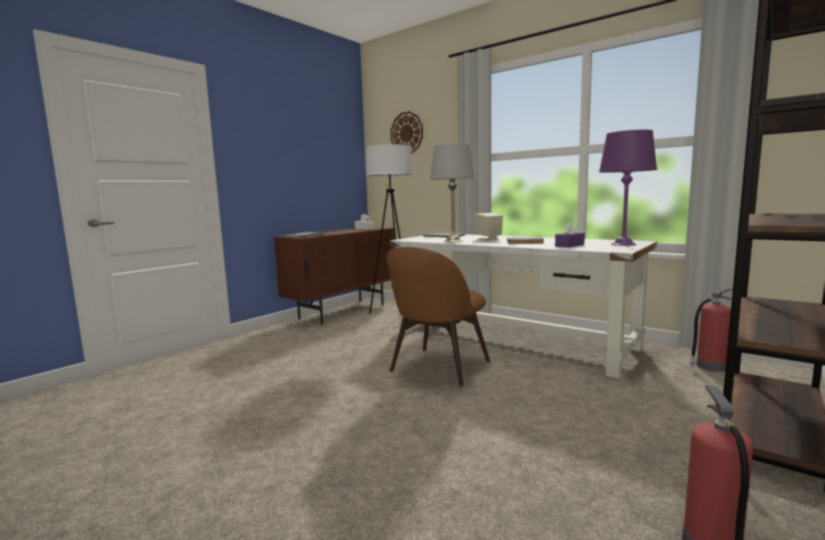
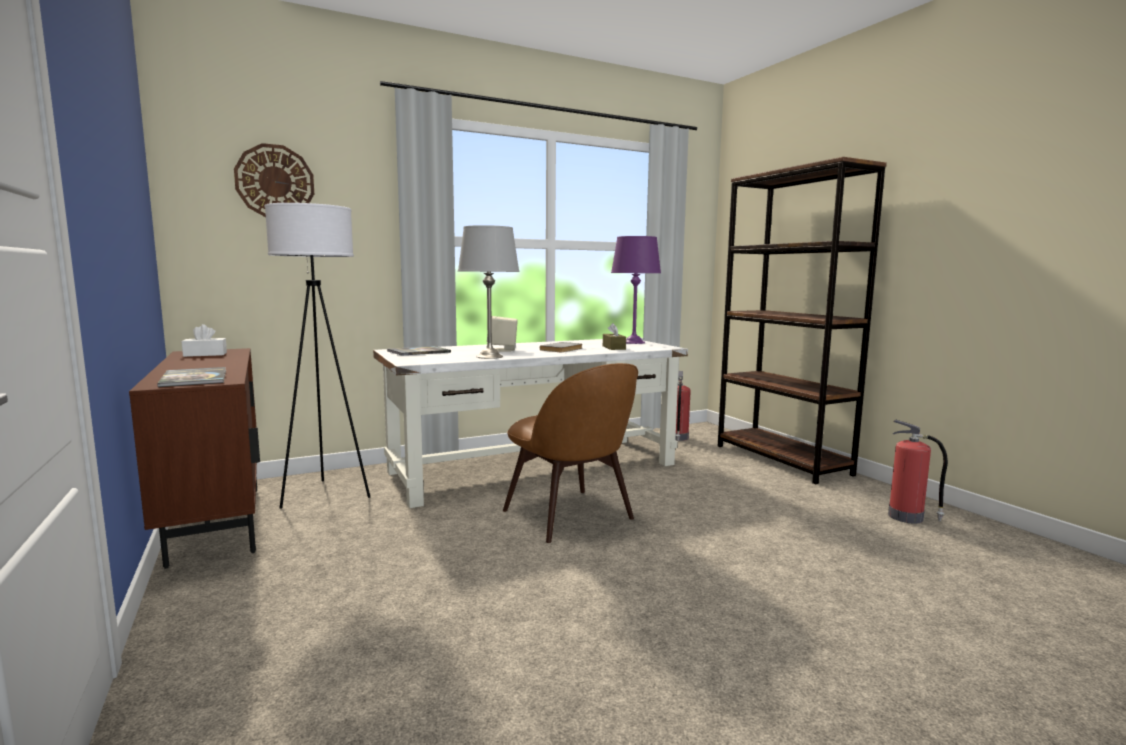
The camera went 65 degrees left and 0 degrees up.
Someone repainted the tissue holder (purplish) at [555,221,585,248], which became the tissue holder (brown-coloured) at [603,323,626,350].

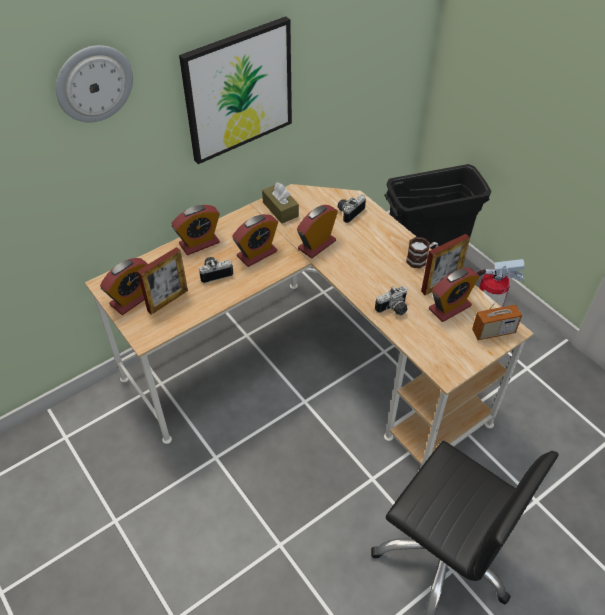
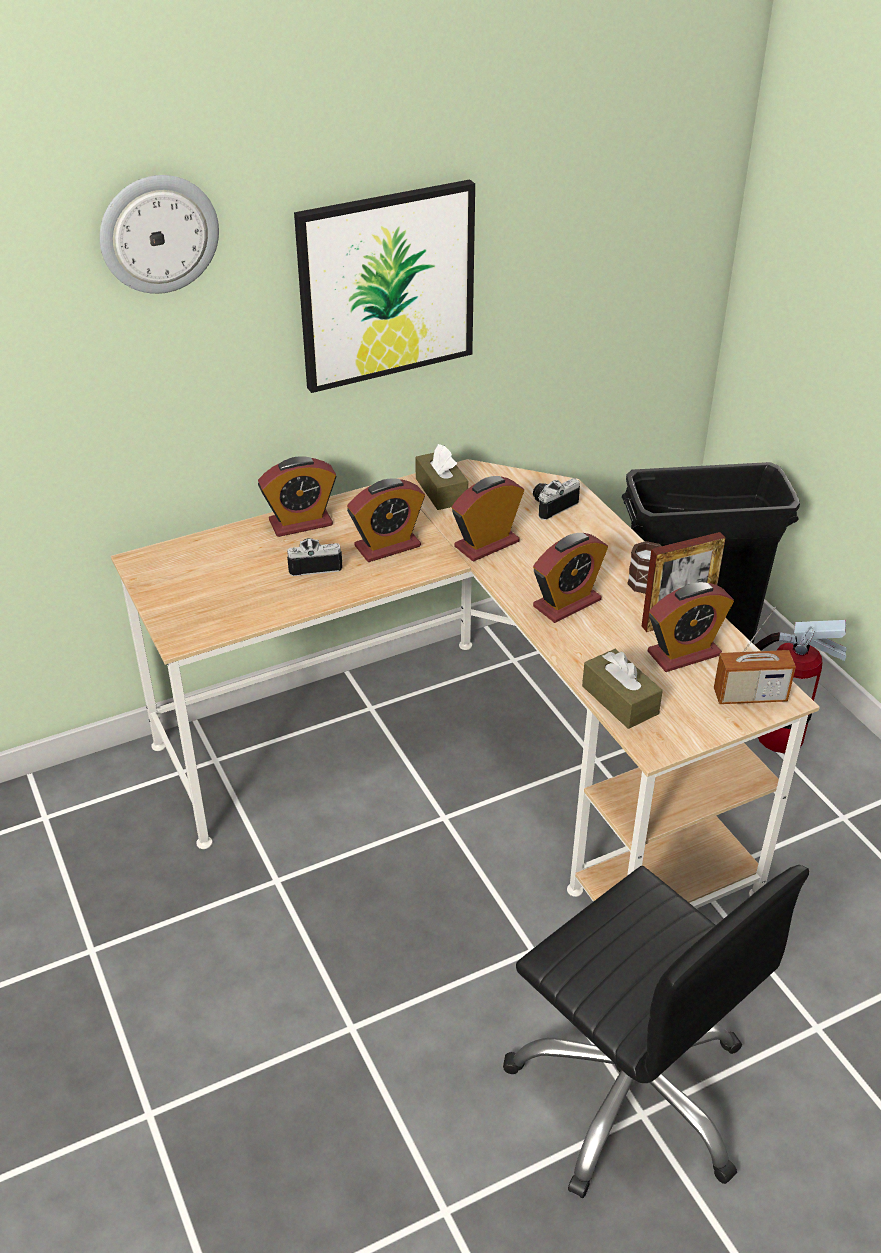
The camera went 10 degrees right and 10 degrees down.
Someone took away the standing frame at [137,247,188,315].
Someone took away the photo camera at [375,286,408,315].
Someone put down the tissue holder (brown-coloured) at [582,649,663,729].
Someone carried the bedside clock from [100,258,148,315] to [533,533,608,623].

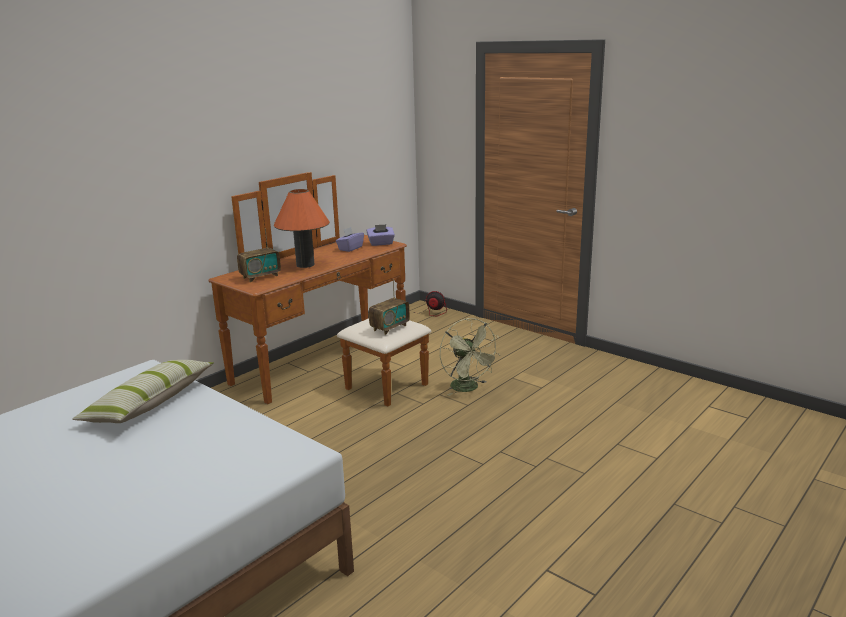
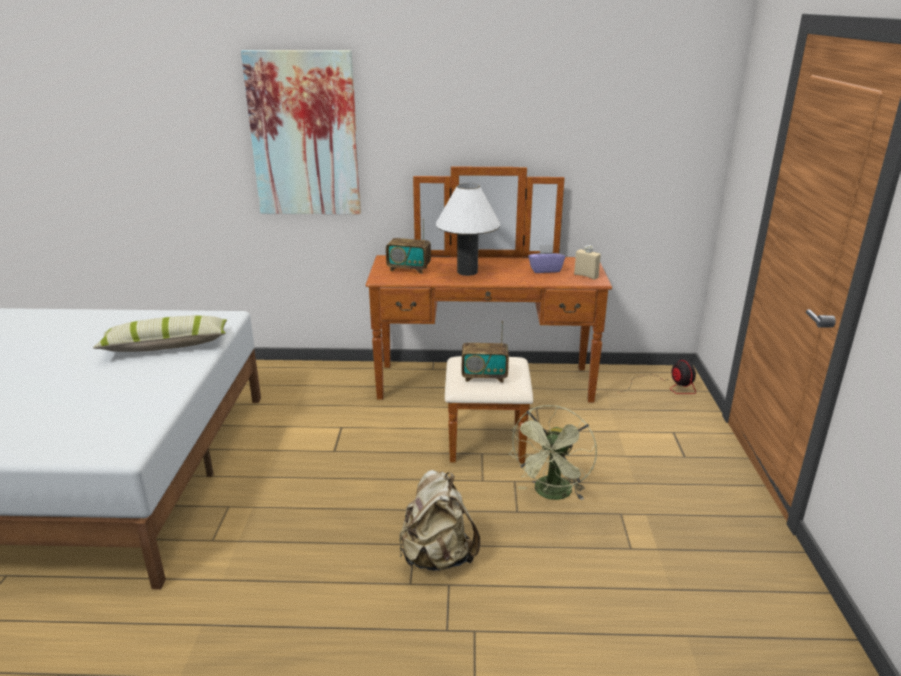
The camera went 50 degrees right and 5 degrees up.
Someone put up the wall art at [241,50,361,214].
Someone put down the rucksack (beige) at [399,470,480,571].
Someone swapped the tissue holder (purplish) at [367,224,395,246] for the drink bottle (beige) at [574,245,601,280].
Someone repainted the tabletop lamp (orange) at [274,189,330,268], which became the tabletop lamp (whitish) at [436,183,500,276].

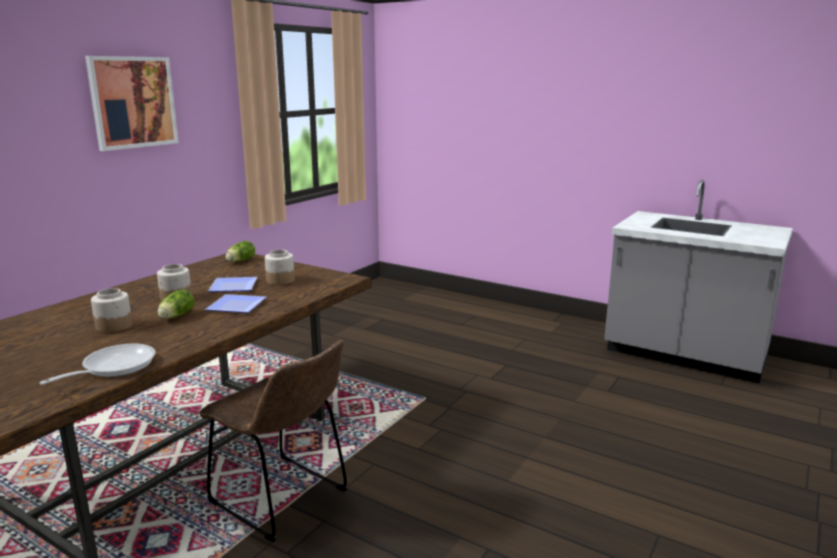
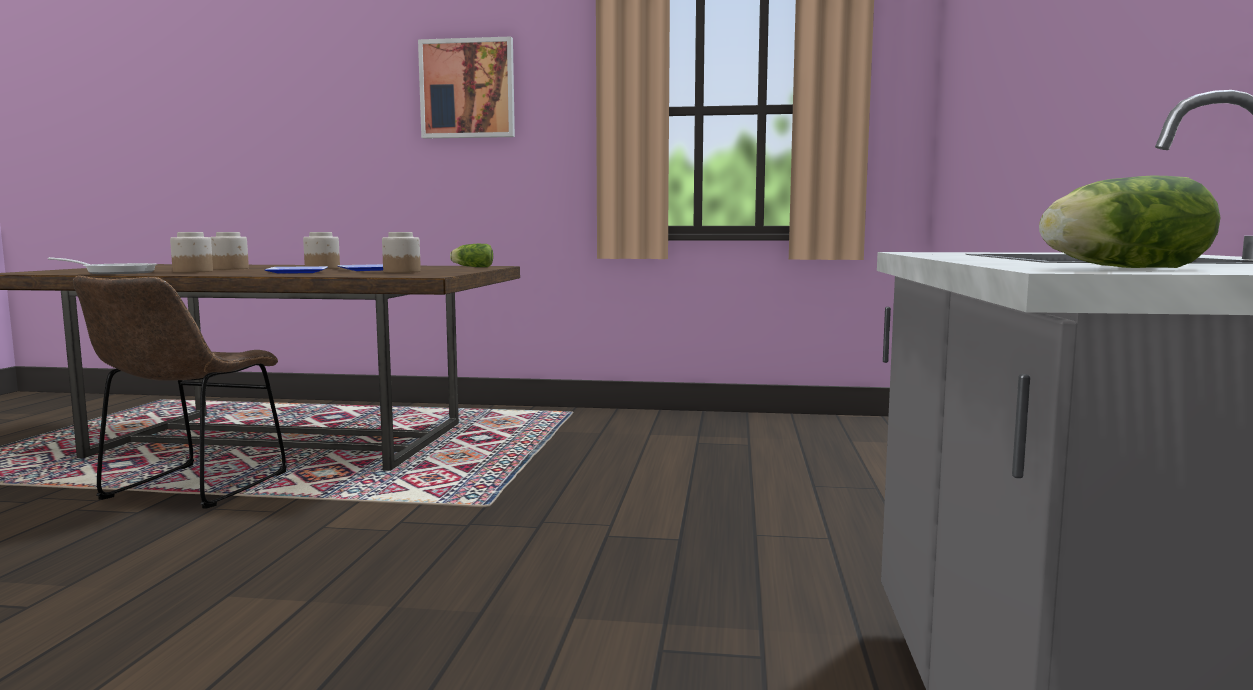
The camera went 65 degrees right and 10 degrees down.
Someone put down the preserve jar at [170,232,213,273].
Someone carried the lettuce head from [158,289,195,319] to [1039,175,1221,268].

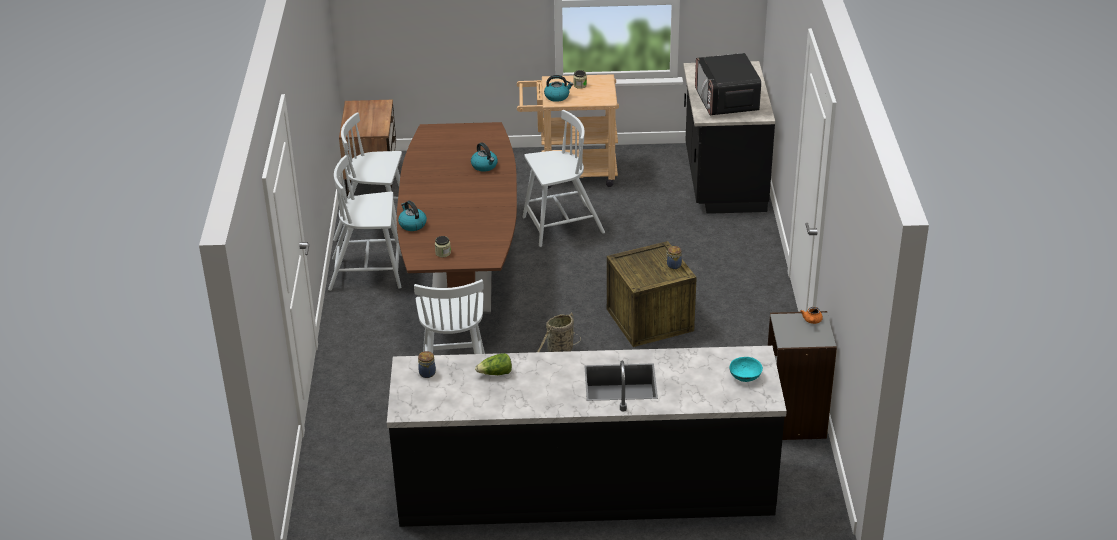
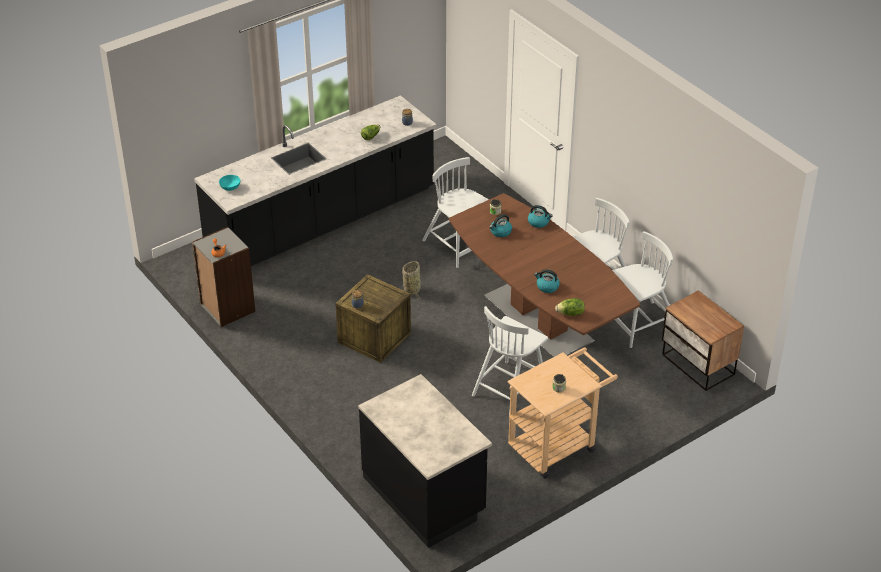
The camera went 145 degrees right and 5 degrees up.
Someone took away the kitchen microwave at [695,53,761,115].
Someone put down the lettuce head at [555,298,585,316].
Someone carried the tea kettle from [544,75,573,102] to [489,214,512,237].

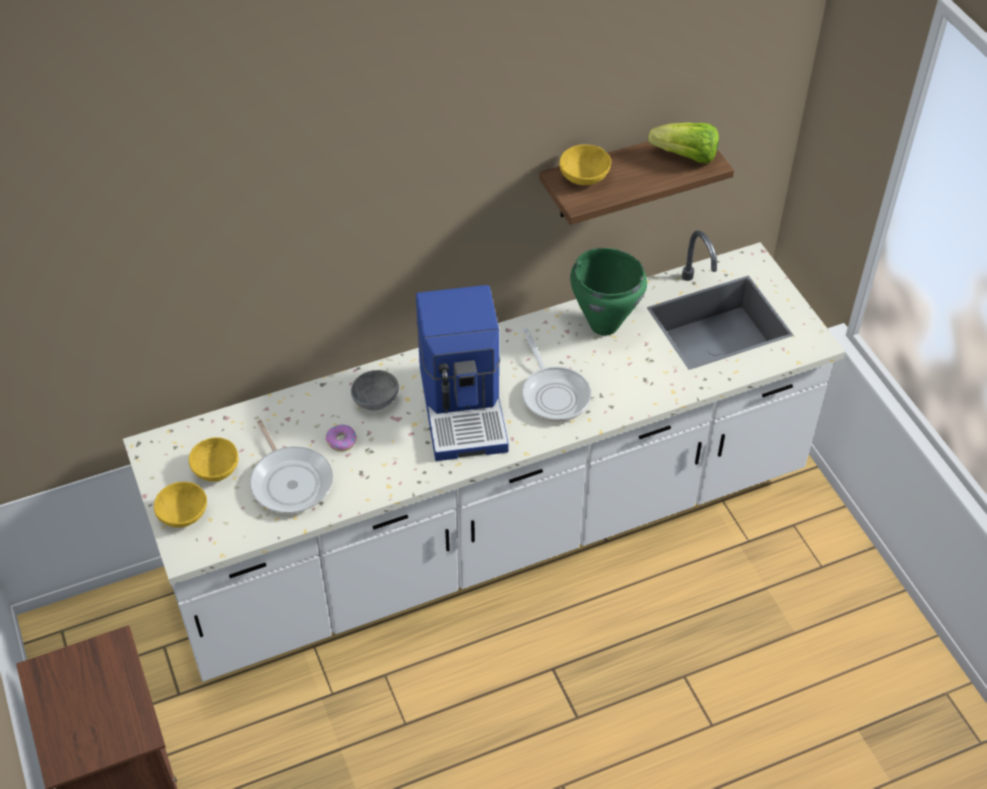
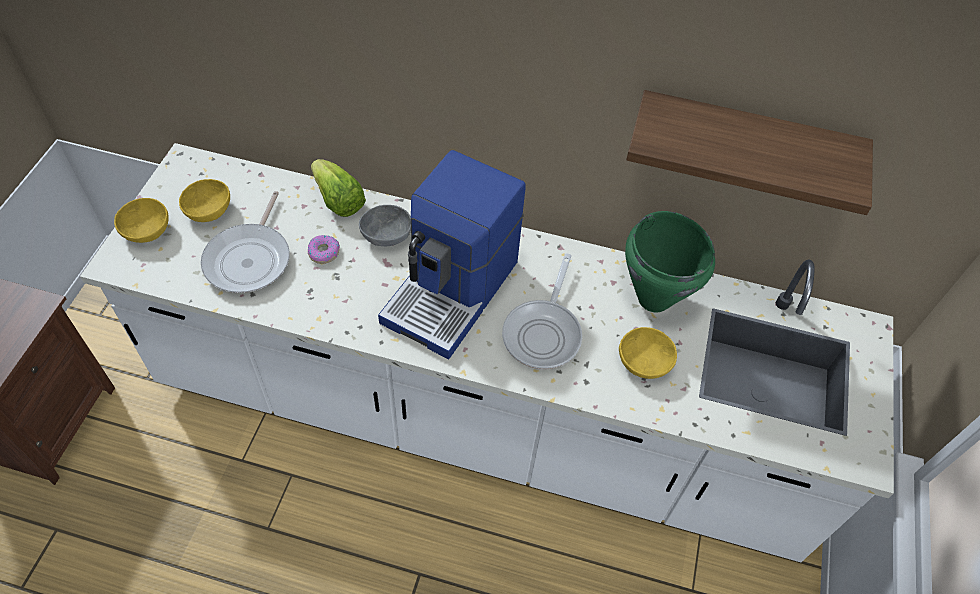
The camera went 35 degrees right and 5 degrees up.
Someone carried the serving bowl (yellow-coloured) from [559,144,611,185] to [619,327,677,379].
Someone carried the lettuce head from [648,123,719,163] to [311,159,366,217].

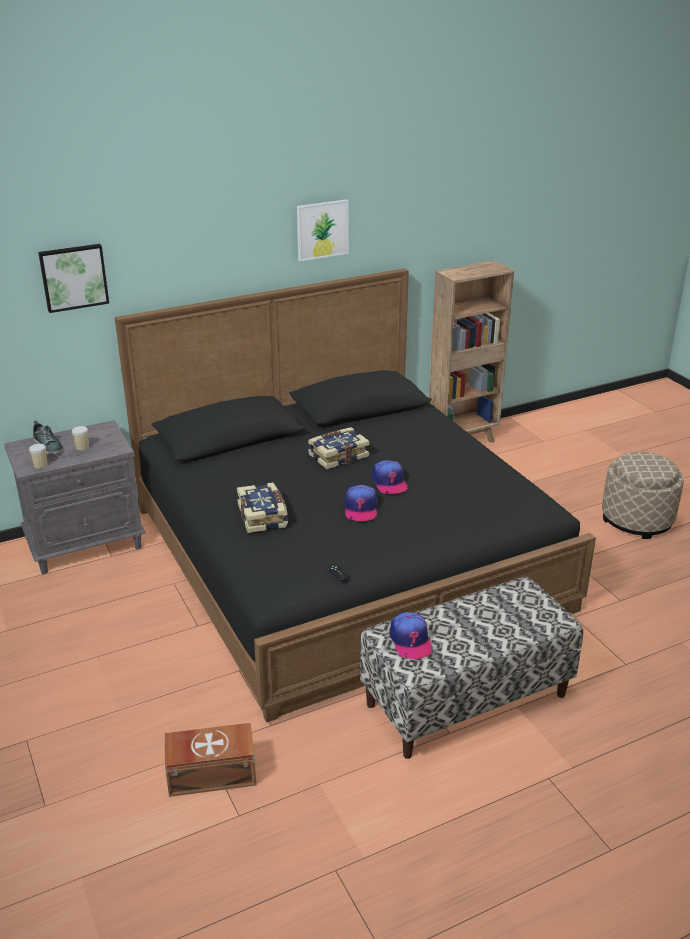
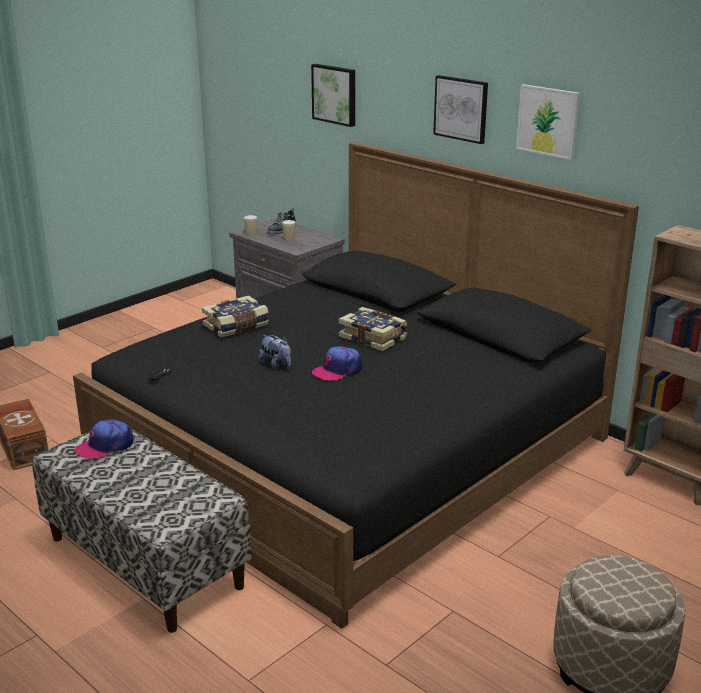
The camera went 70 degrees right and 5 degrees down.
Someone put up the wall art at [433,75,488,144].
Someone swapped the peaked cap at [345,485,378,521] for the plush toy at [259,335,291,369].

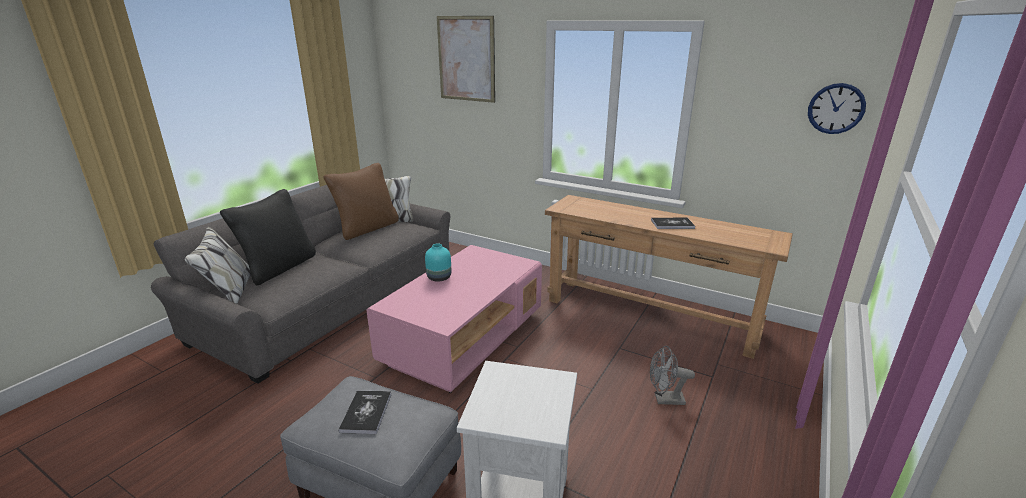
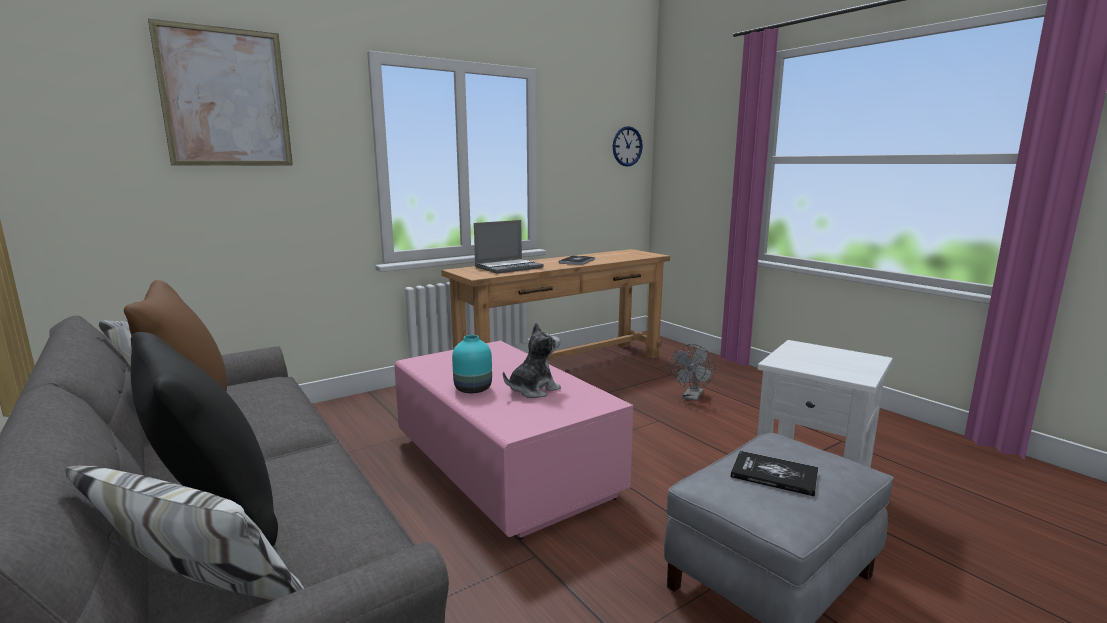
The camera went 65 degrees left and 10 degrees down.
Someone put down the laptop at [474,220,544,274].
Someone put down the plush toy at [503,323,561,398].

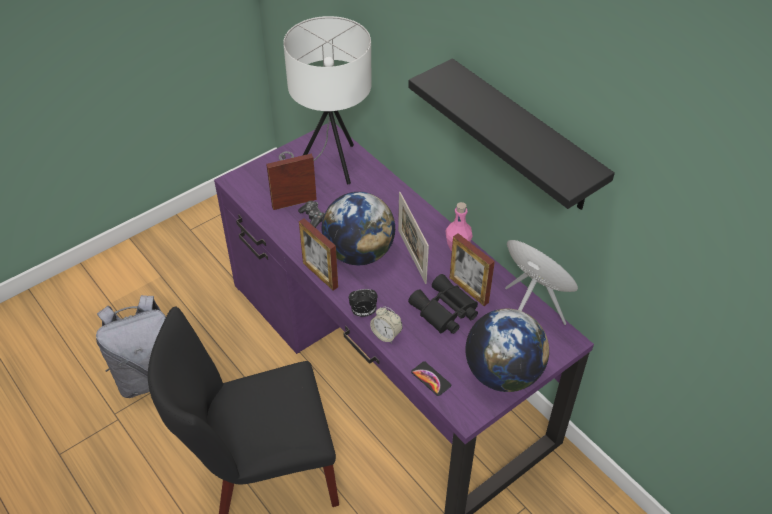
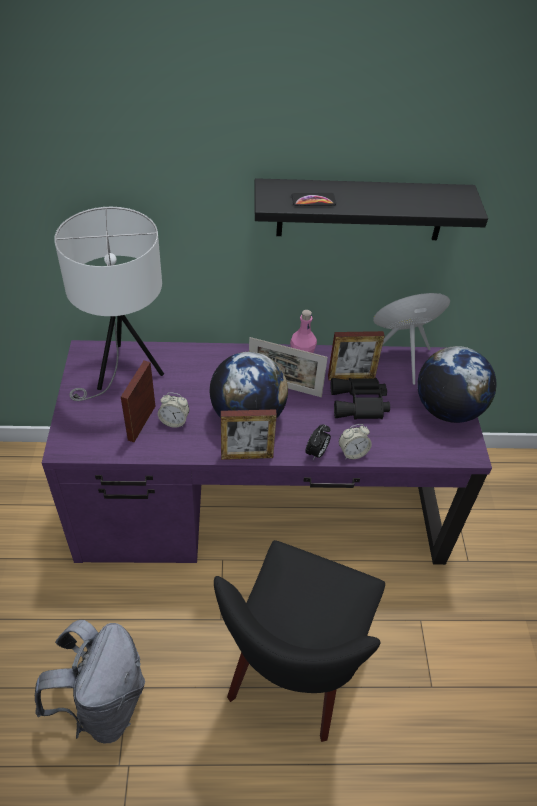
The camera went 55 degrees left and 0 degrees up.
Someone carried the phone from [411,361,451,396] to [292,193,336,206].
Someone swapped the joypad at [298,201,325,228] for the bedside clock at [158,393,189,428].

